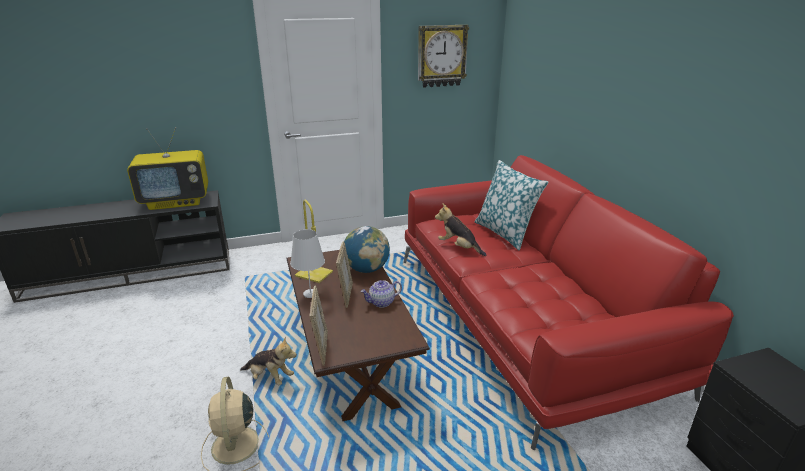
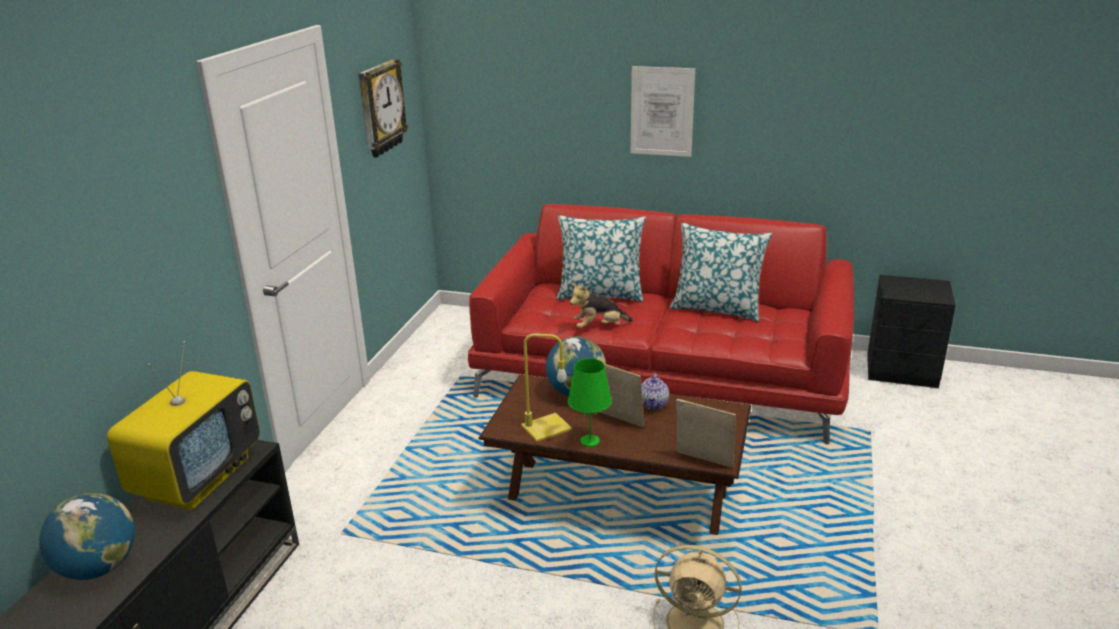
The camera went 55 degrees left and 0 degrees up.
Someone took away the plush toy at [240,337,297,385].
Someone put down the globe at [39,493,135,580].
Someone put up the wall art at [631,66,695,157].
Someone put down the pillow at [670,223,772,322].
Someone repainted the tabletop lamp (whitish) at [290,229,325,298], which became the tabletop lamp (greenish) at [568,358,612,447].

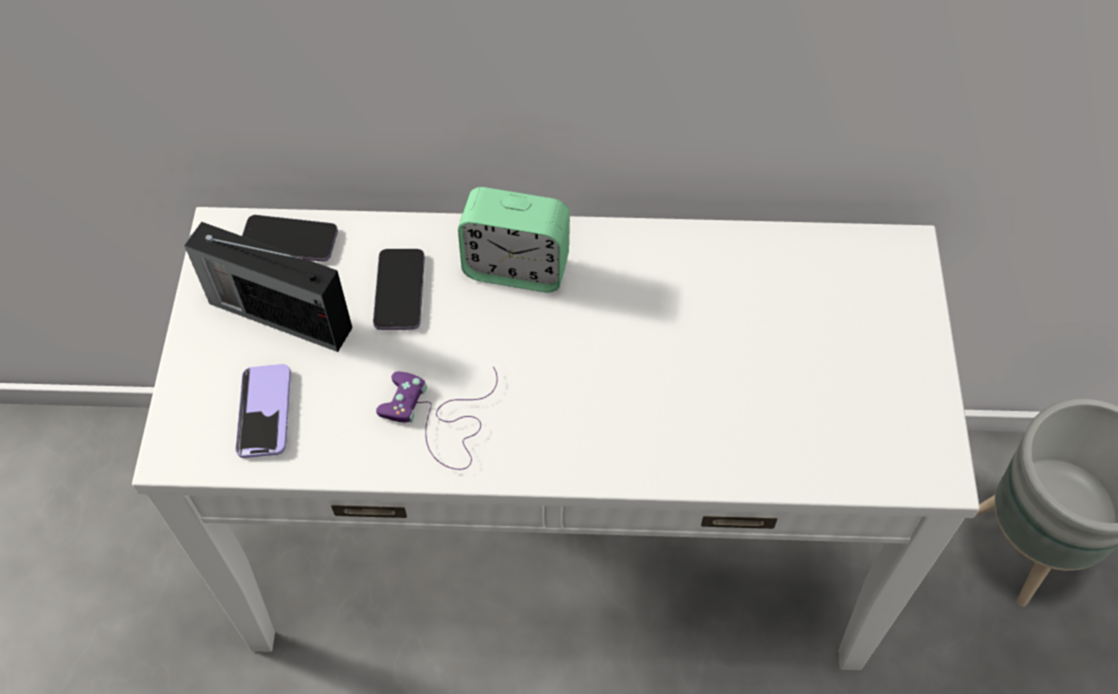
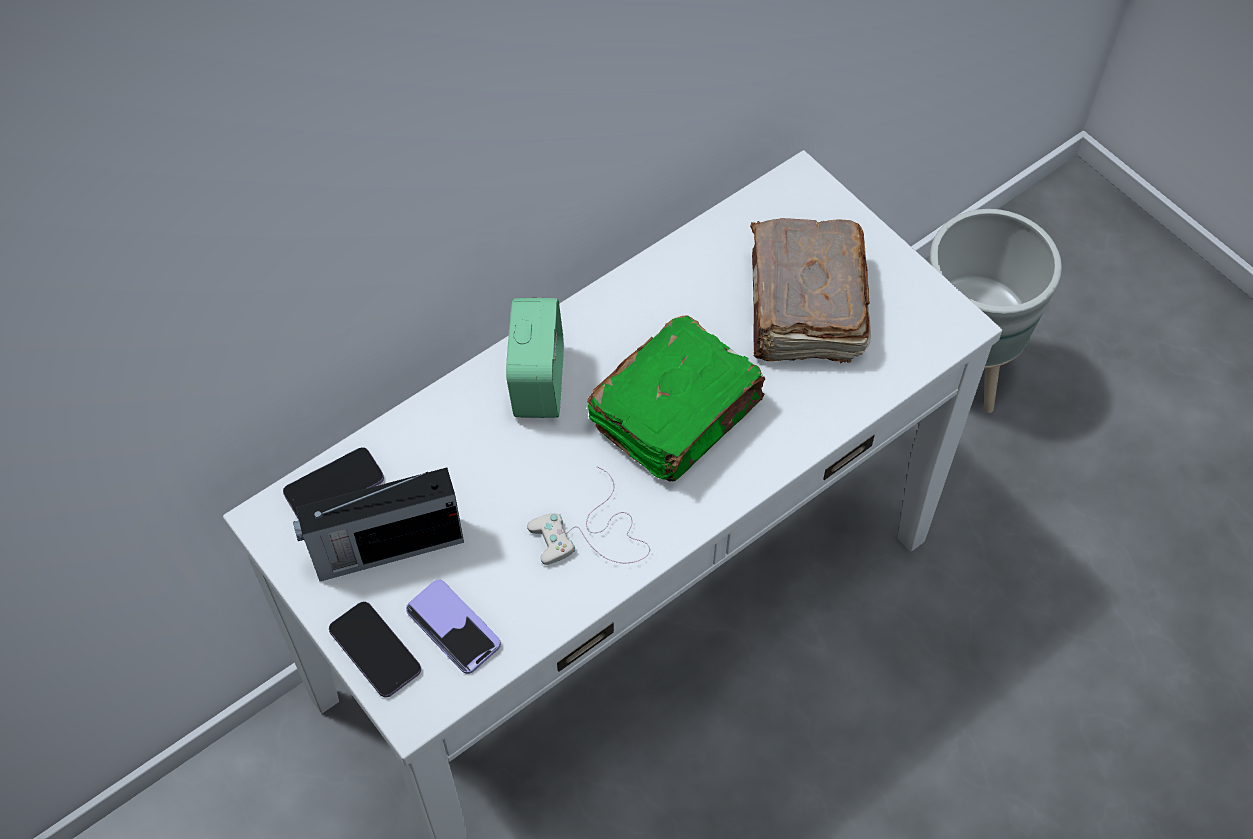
The camera went 40 degrees left and 0 degrees up.
Someone put down the book (greenish) at [587,315,765,482].
Someone put down the book (brown-coloured) at [750,218,871,364].
Someone carried the phone from [373,249,425,330] to [329,601,421,697].
Someone repainted the joypad (purplish) at [376,366,498,470], which became the joypad (whitish) at [527,467,650,565].
Someone rotated the bedside clock at [458,187,570,292] by 60 degrees counterclockwise.

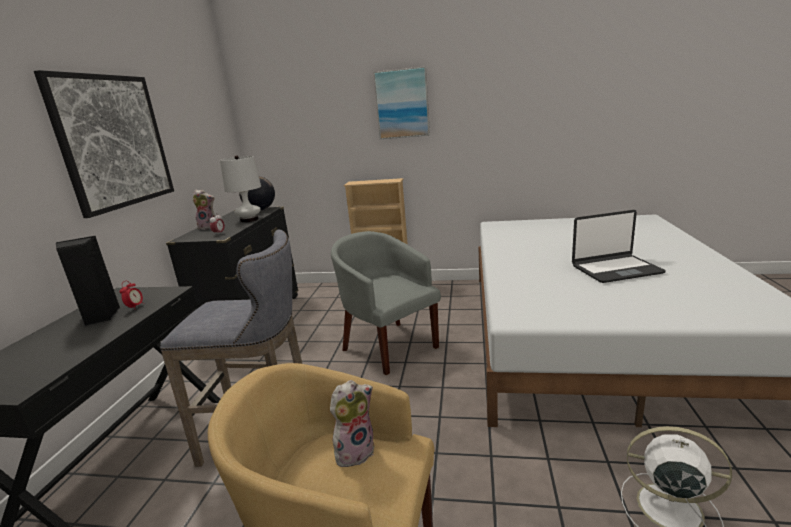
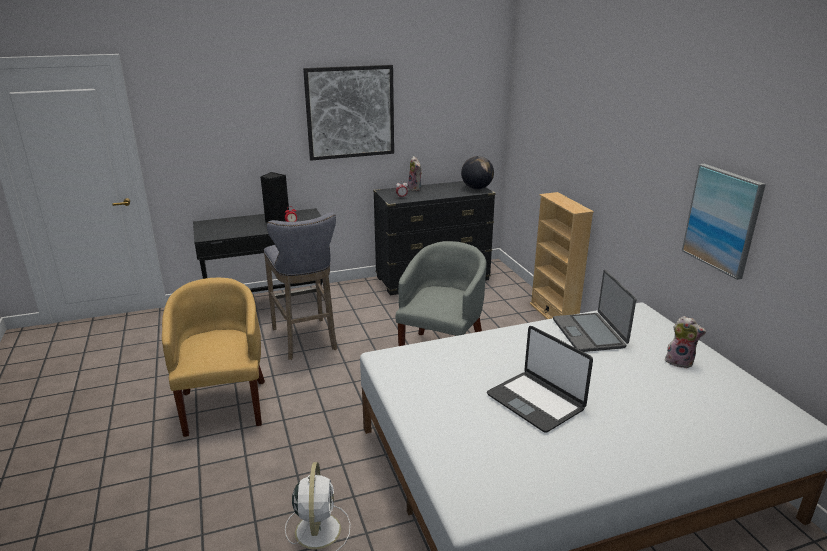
The camera went 60 degrees right and 5 degrees up.
Someone took away the tabletop lamp (whitish) at [220,155,261,222].
Someone put down the laptop at [553,270,636,352].
Someone carried the plush toy from [330,380,375,467] to [665,316,706,369].
Someone carried the wall art from [373,66,430,139] to [682,164,766,280].

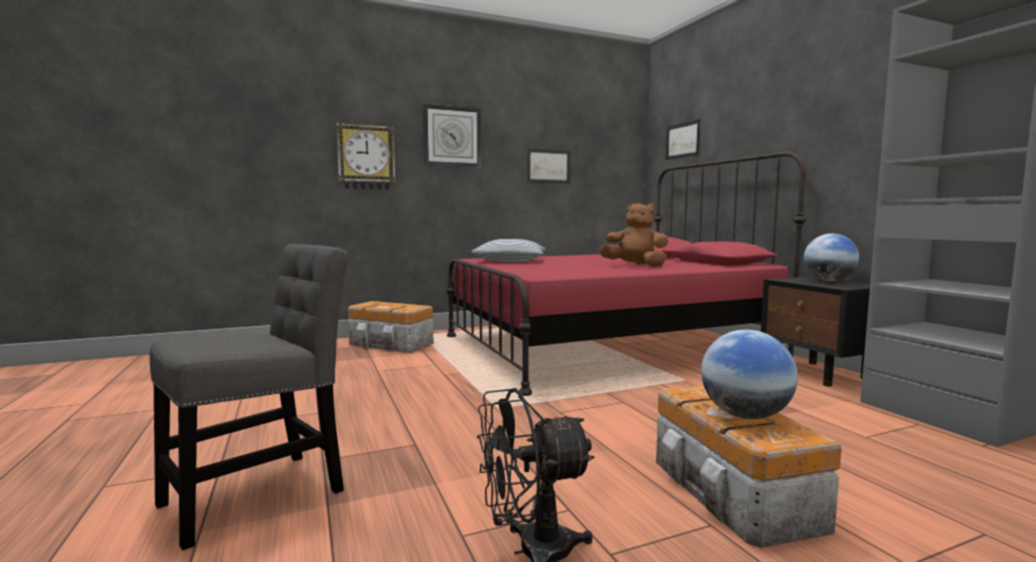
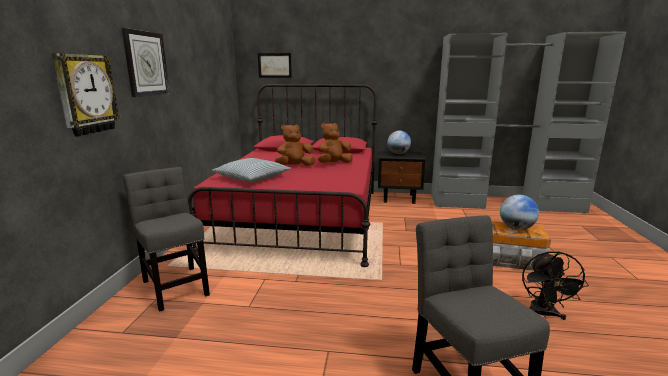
The camera went 60 degrees left and 10 degrees up.
Someone took away the wall art at [527,148,571,184].
Someone put down the plush toy (brown-coloured) at [275,124,315,166].
Someone swapped the storage bin at [348,301,434,353] for the upright chair (greyish) at [123,167,210,312].

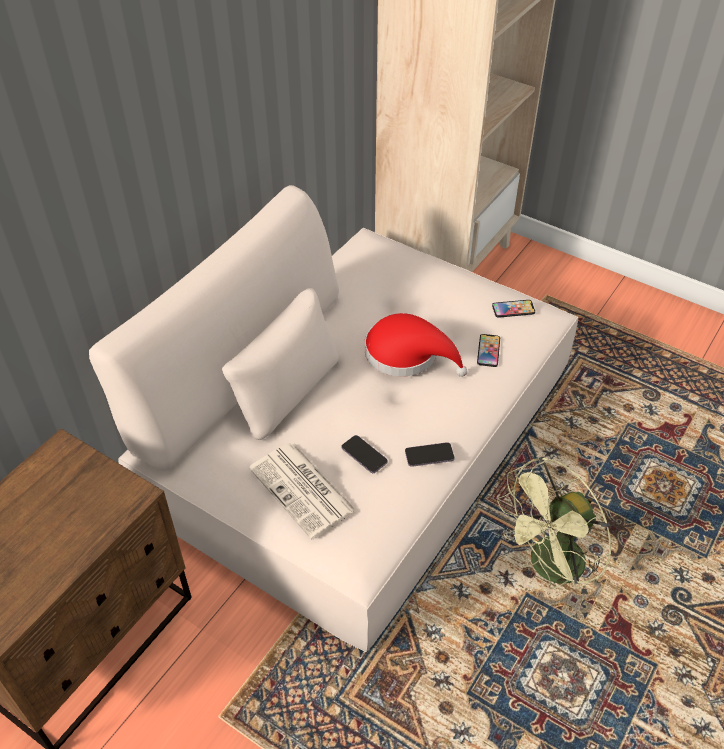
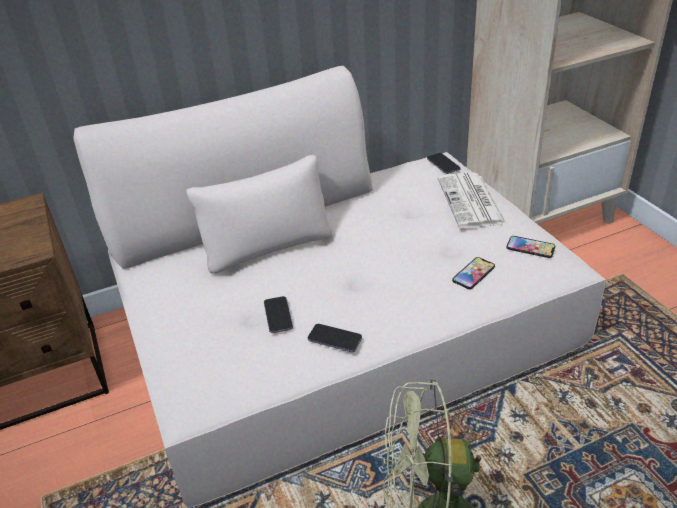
The camera went 35 degrees right and 10 degrees down.
Someone took away the wearable hat (red) at [365,313,467,377].
Someone put down the phone at [427,153,461,174].
Someone carried the printed paper from [249,443,357,540] to [438,172,507,228].

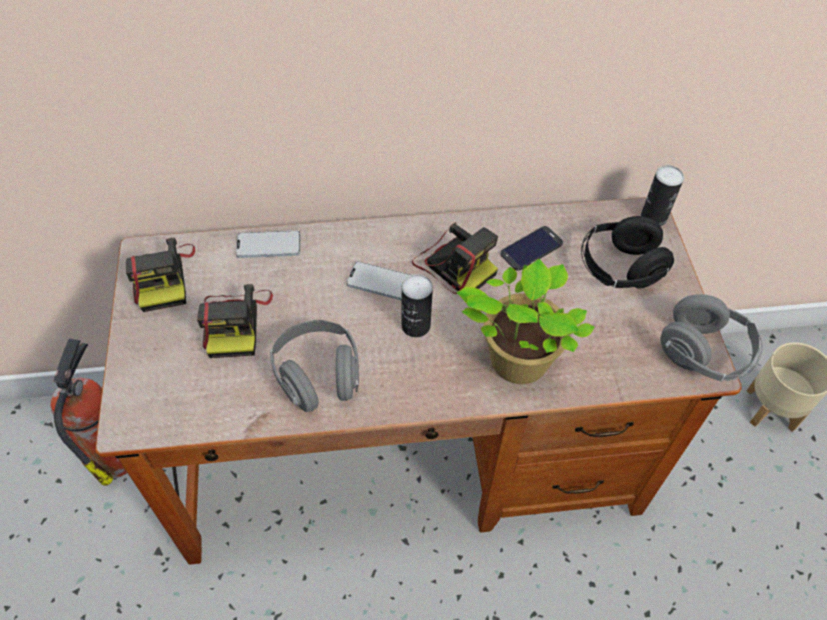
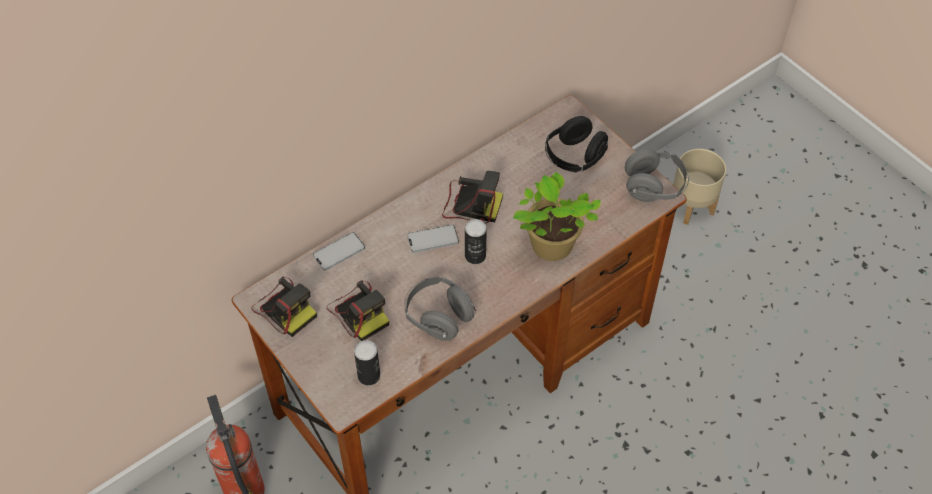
The camera went 30 degrees left and 0 degrees up.
Someone took away the phone at [501,226,563,271].
Someone carried the metal can from [641,165,684,226] to [354,340,380,386].

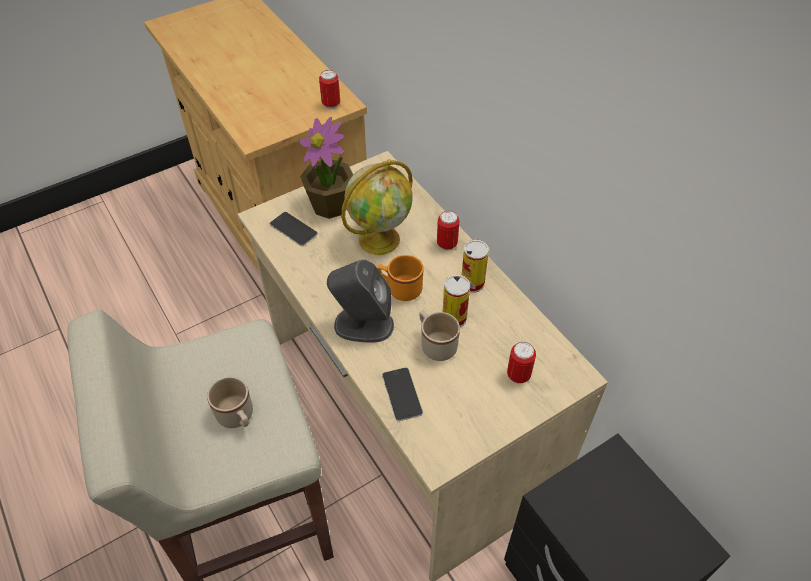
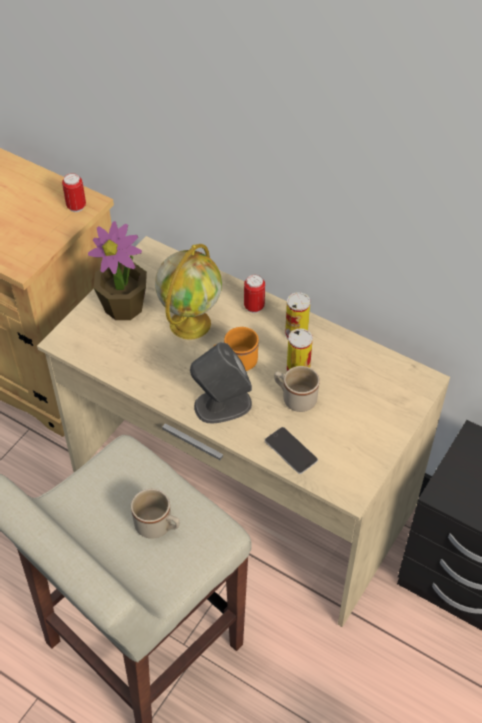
The camera went 25 degrees left and 0 degrees up.
Someone took away the phone at [269,212,318,246].
Someone took away the metal can at [507,342,536,384].

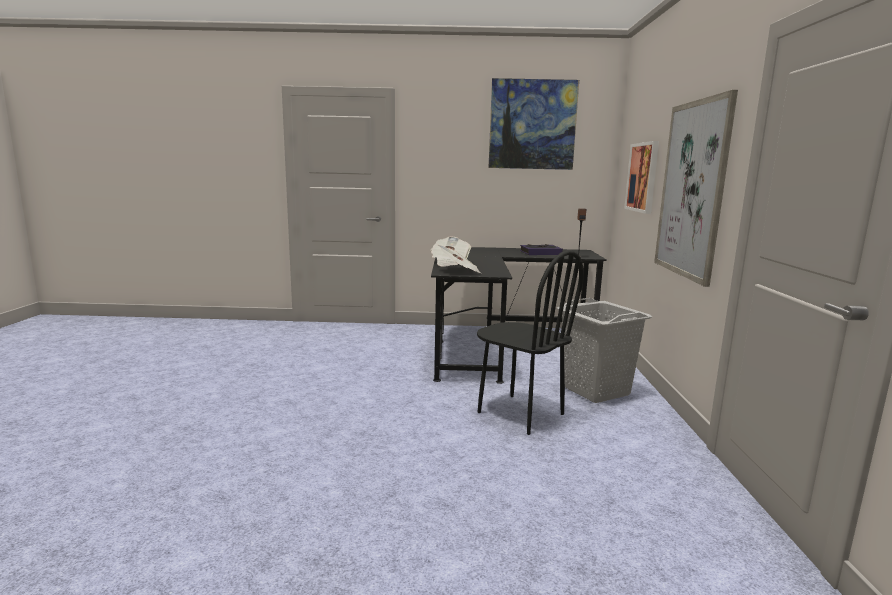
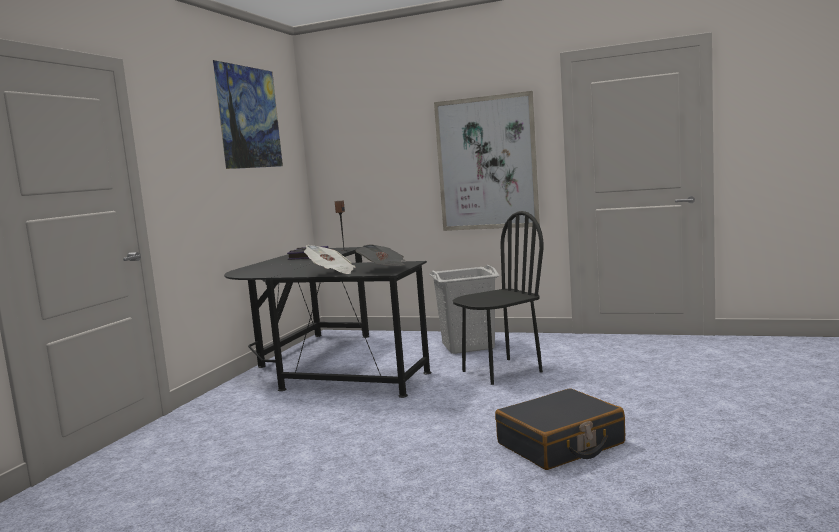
The camera went 70 degrees left and 5 degrees down.
Someone took away the wall art at [624,141,659,214].
Someone put down the piece of luggage (black-coloured) at [495,388,625,470].

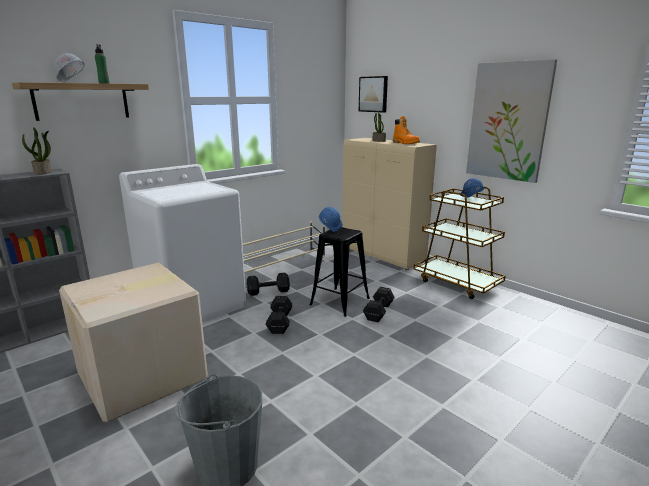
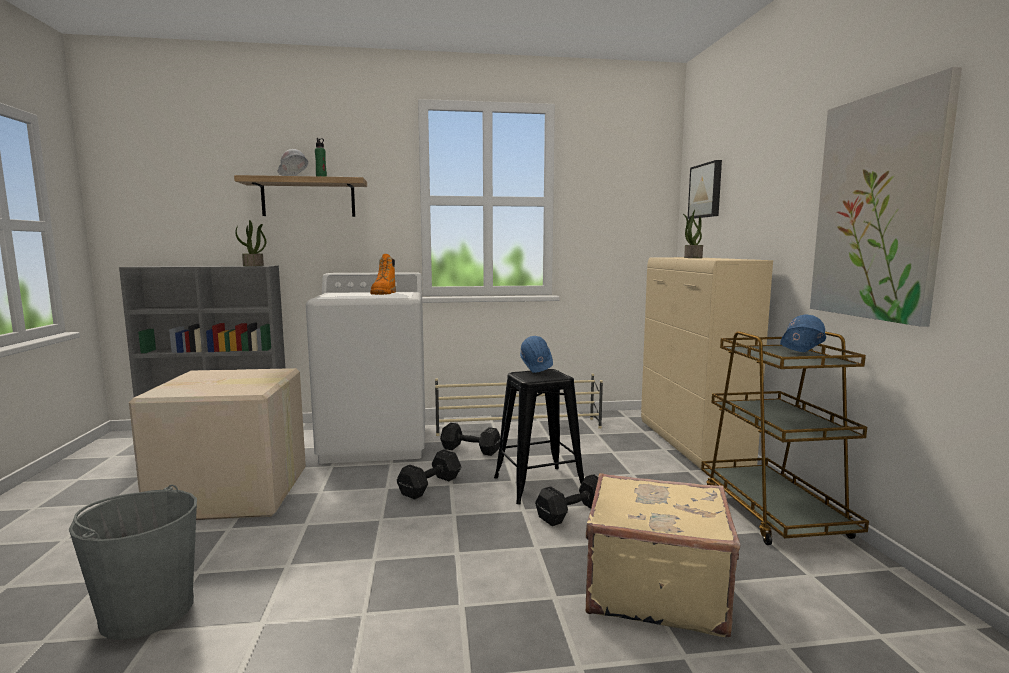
The camera went 35 degrees right and 10 degrees down.
Someone put down the piece of luggage (beige) at [586,473,740,637].
Someone carried the boot (orange) from [393,116,420,144] to [370,254,396,295].

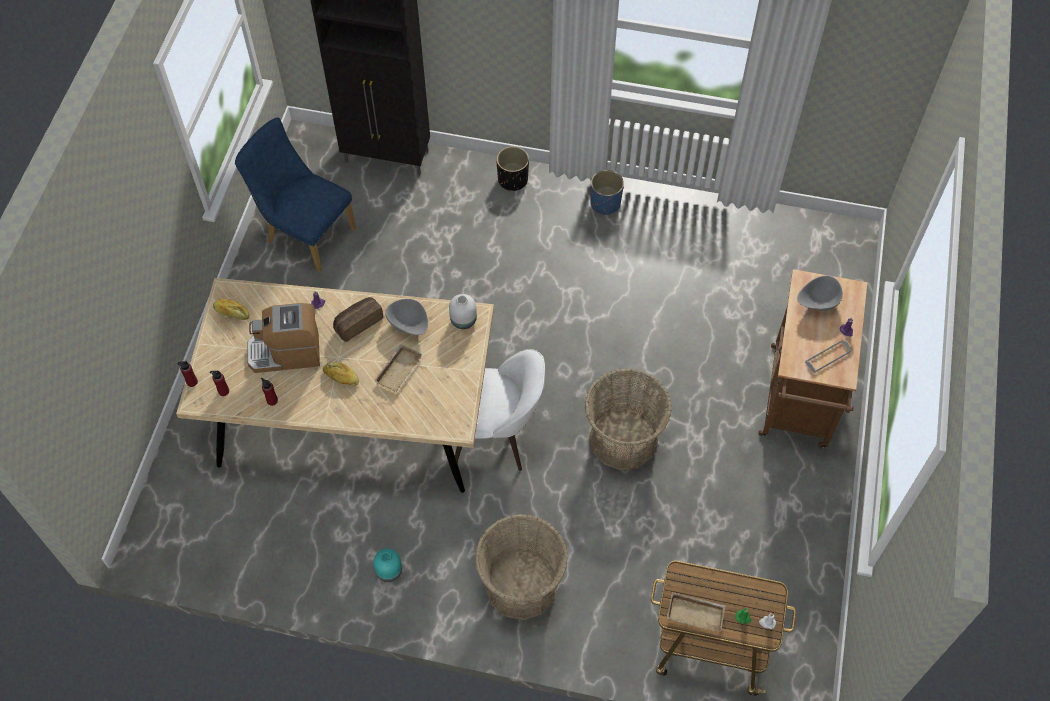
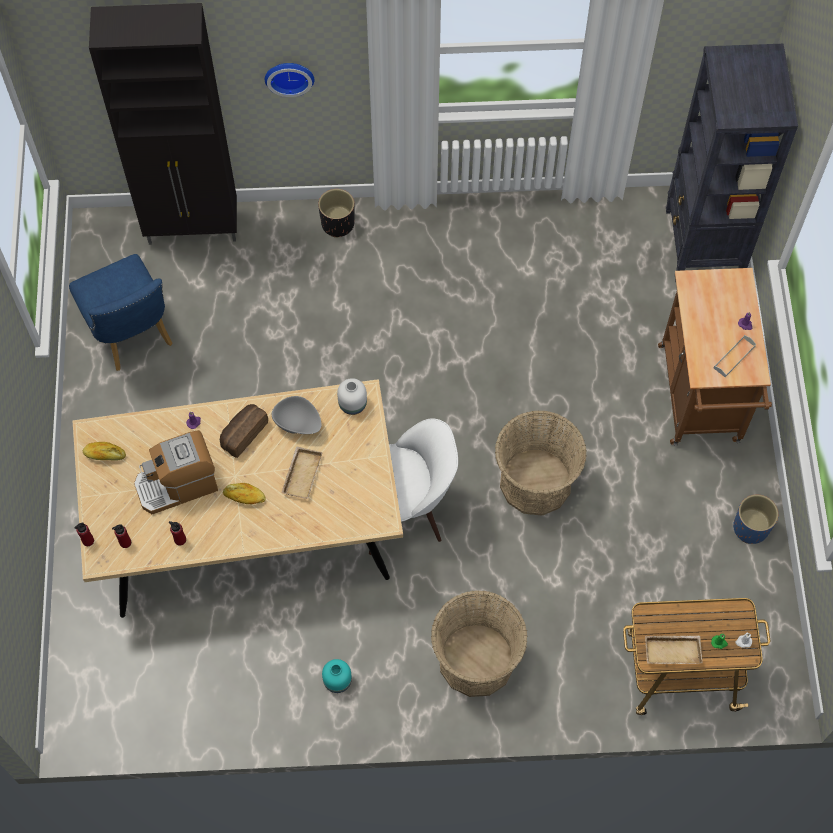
The camera went 15 degrees left and 5 degrees up.
Someone took away the serving bowl (greyish) at [797,276,843,311].
Someone put up the clock on the wall at [265,63,314,97].
Someone put down the bookshelf (black-coloured) at [666,44,798,282].
Someone carried the planter (bluish) from [590,170,624,215] to [733,495,778,544].
Someone rotated the upright chair (bluish) at [235,117,356,272] by 135 degrees counterclockwise.

